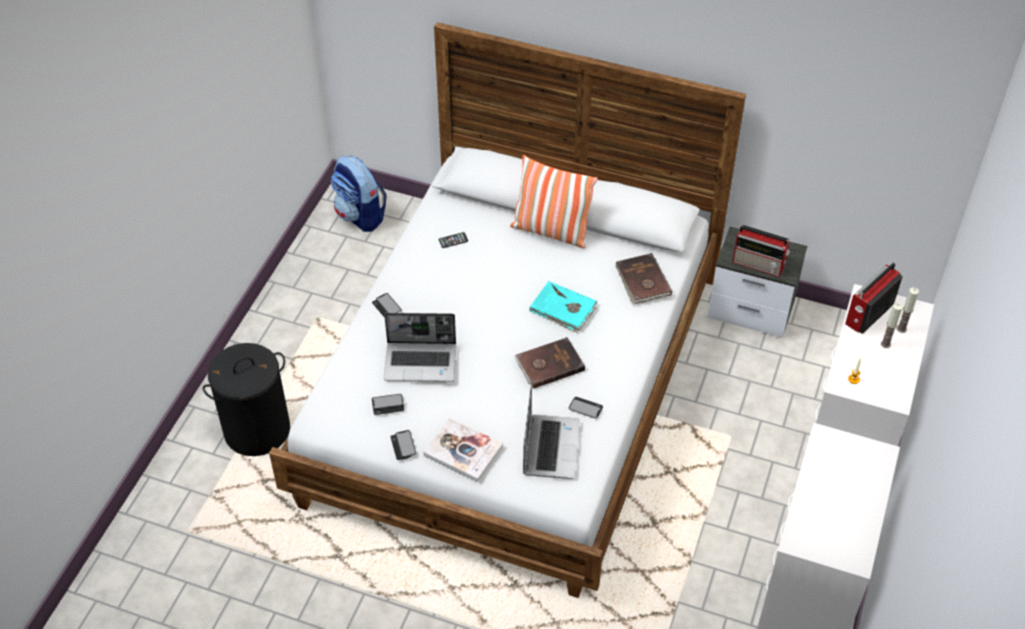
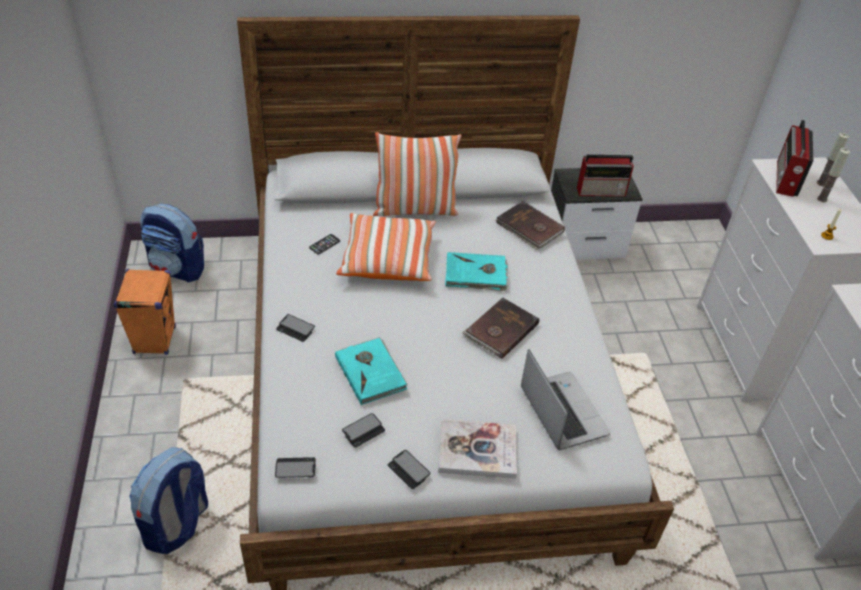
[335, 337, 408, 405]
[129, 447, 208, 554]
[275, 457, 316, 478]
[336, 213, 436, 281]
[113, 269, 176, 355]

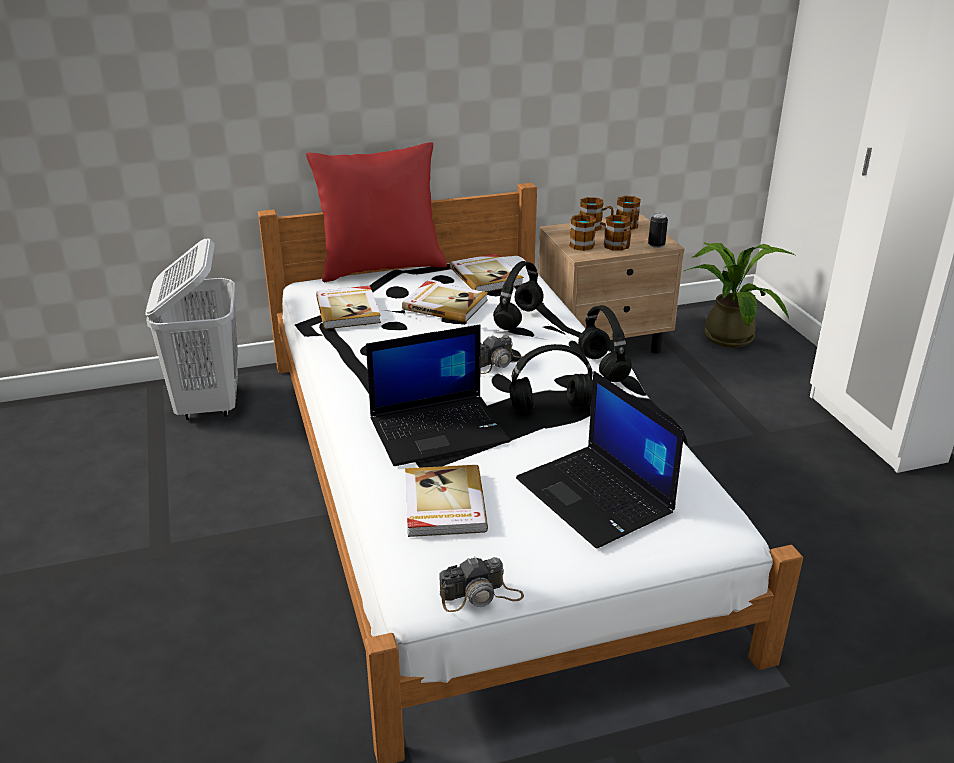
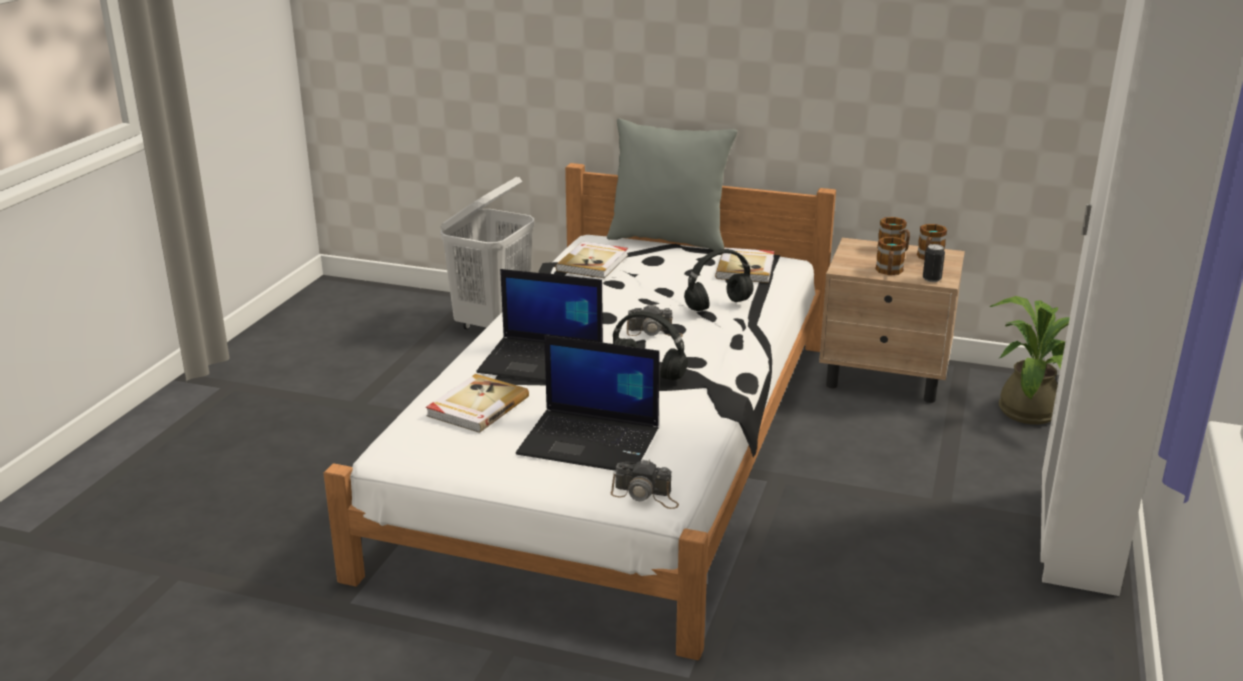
[607, 118, 738, 251]
[569, 213, 596, 251] (first image)
[402, 281, 488, 322] (first image)
[578, 305, 632, 382] (first image)
[516, 335, 659, 471]
[611, 460, 679, 509]

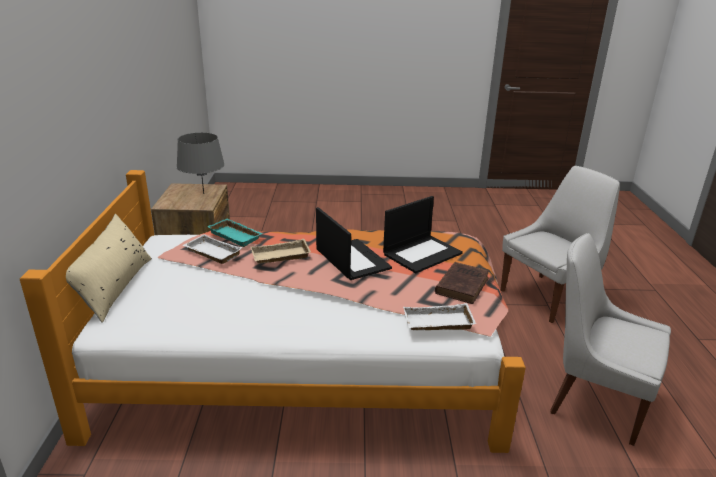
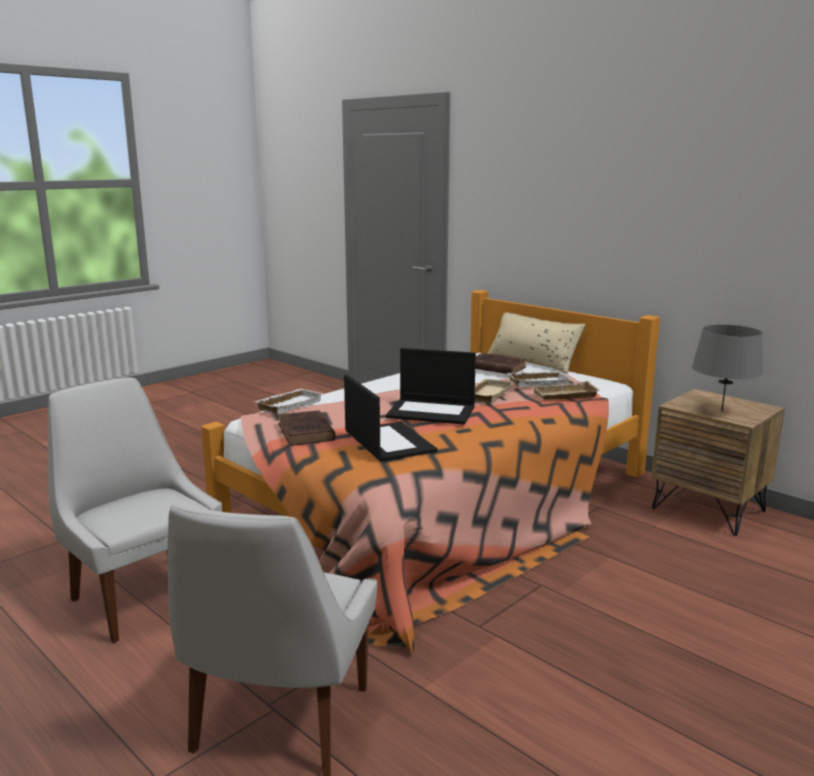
[344, 374, 437, 462]
[532, 381, 600, 400]
[48, 377, 222, 643]
[475, 353, 527, 374]

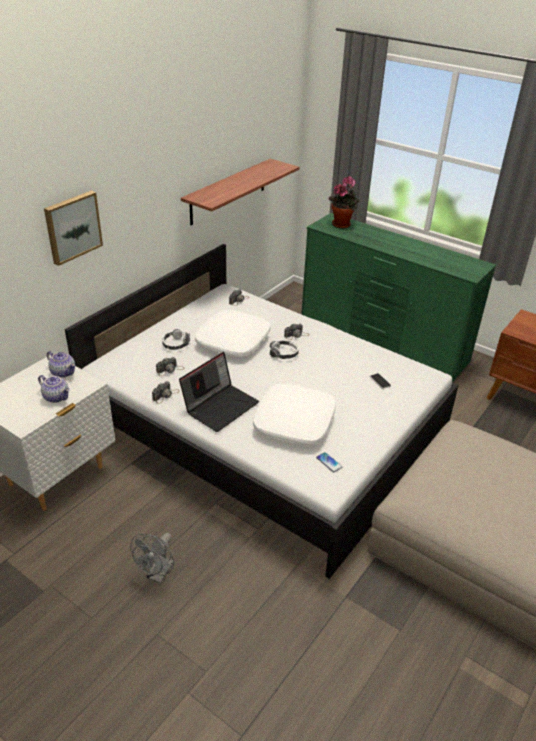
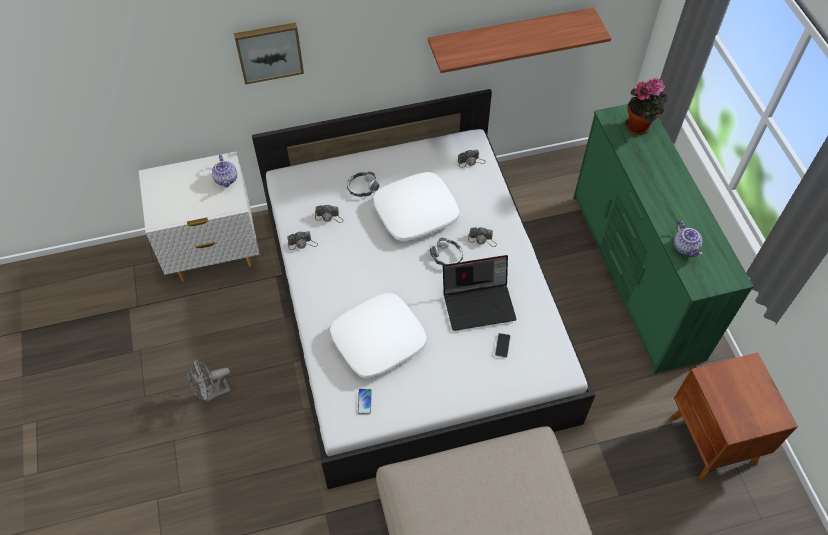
[443, 255, 516, 331]
[674, 221, 703, 257]

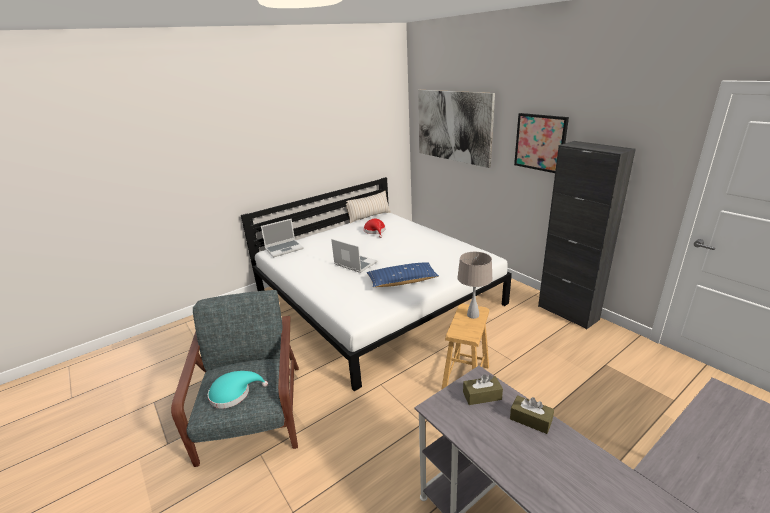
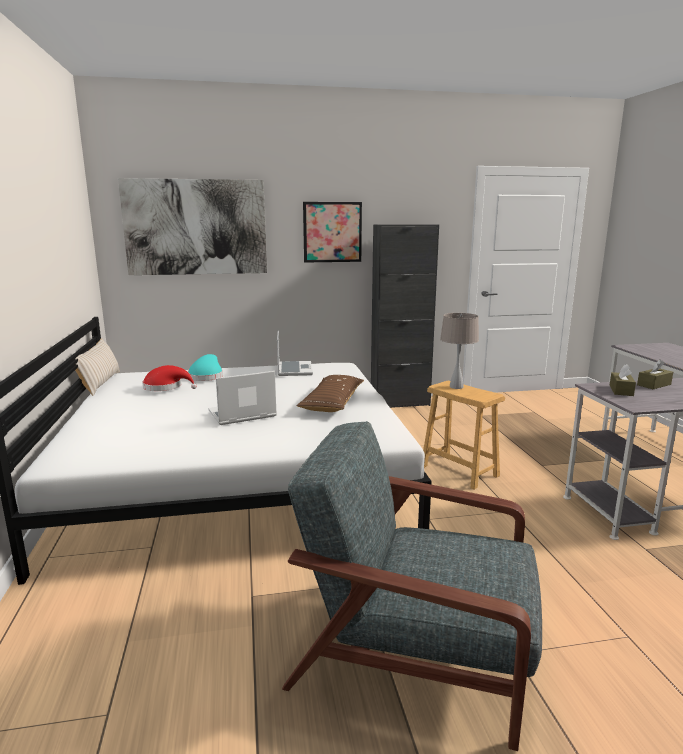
[277, 331, 313, 376]
[297, 375, 364, 412]
[188, 354, 223, 381]

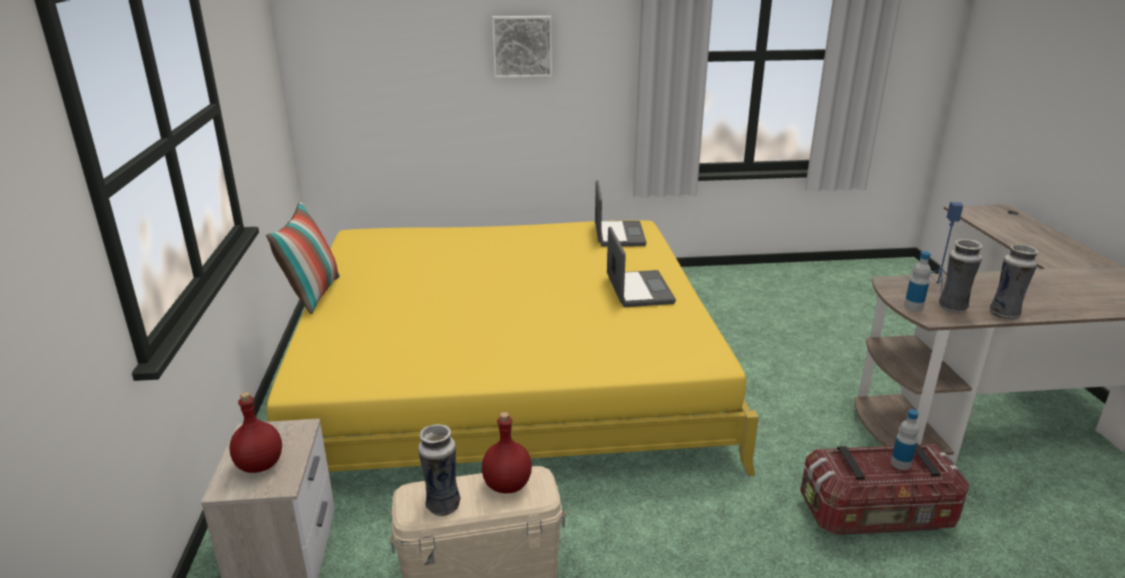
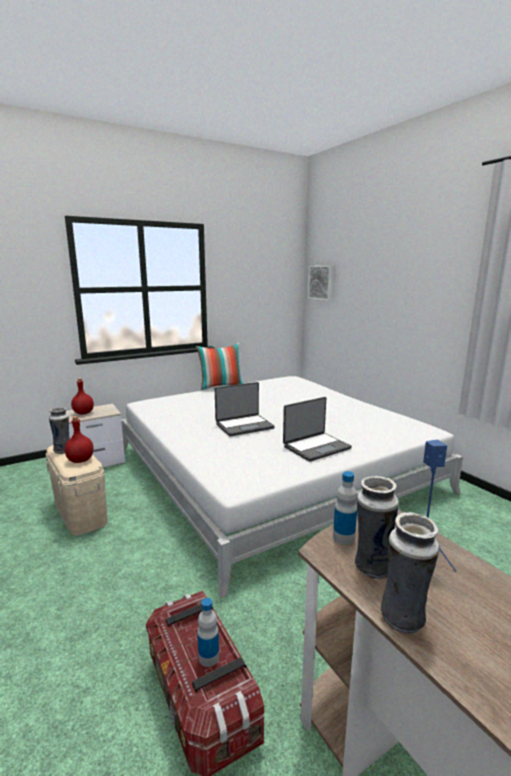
[308, 266, 333, 301]
[215, 382, 275, 437]
[121, 376, 463, 598]

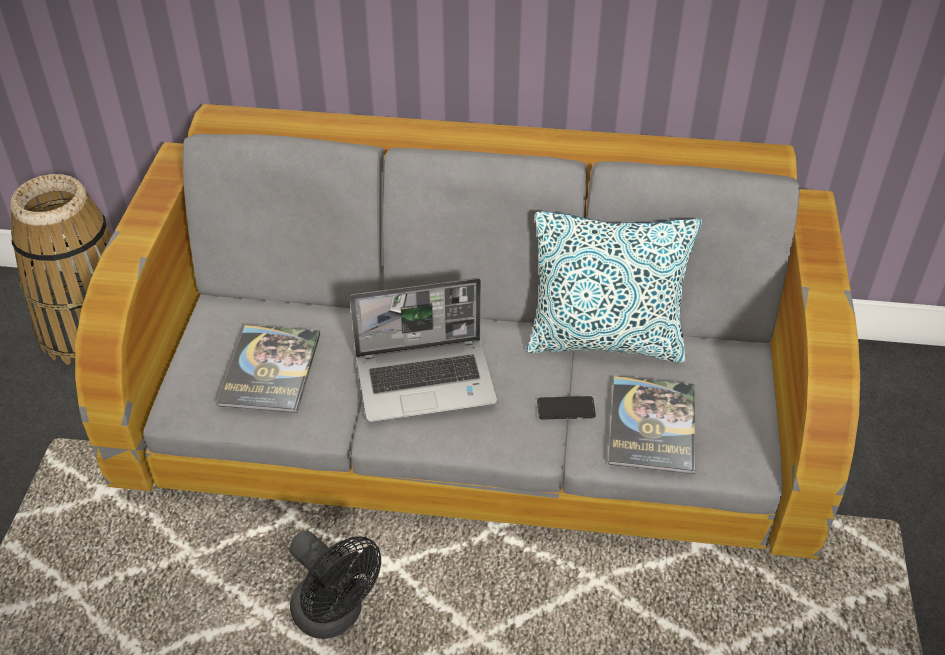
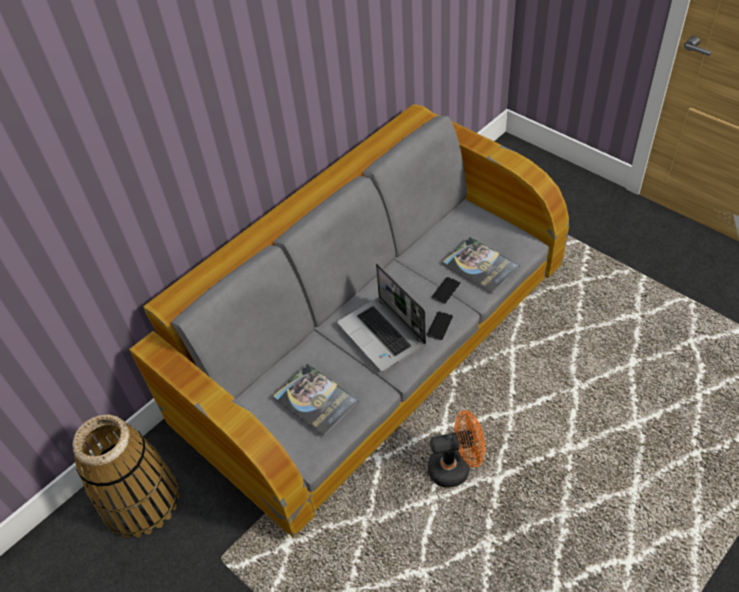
[527, 211, 702, 363] (first image)
[337, 264, 426, 372]
[428, 410, 485, 488]
[427, 311, 453, 340]

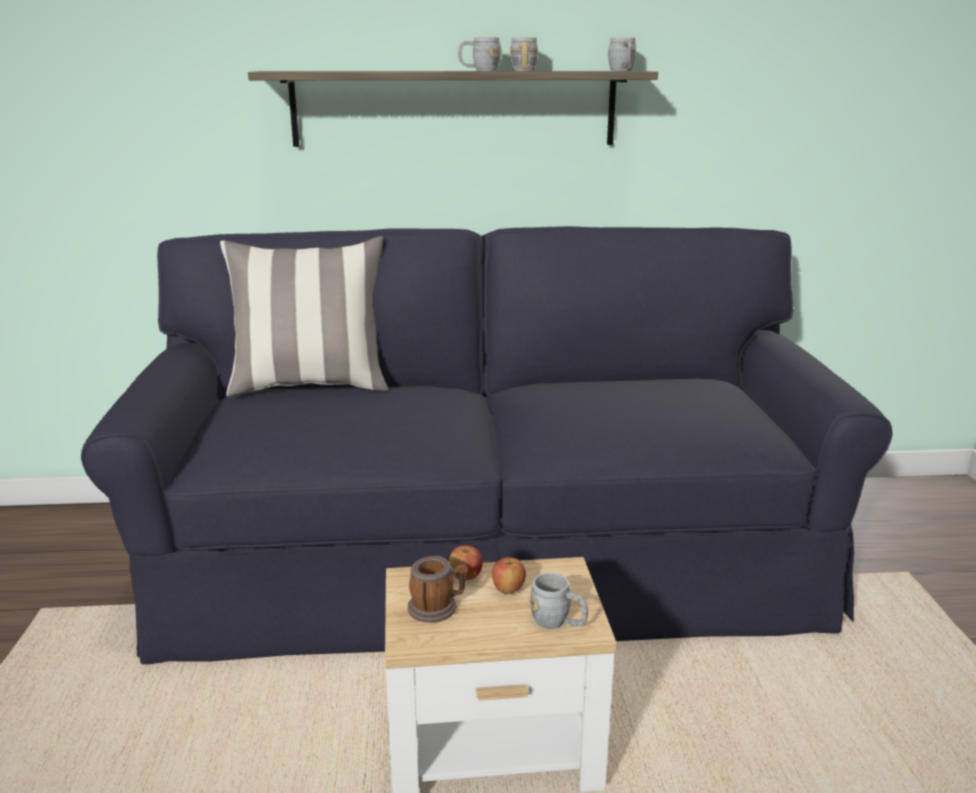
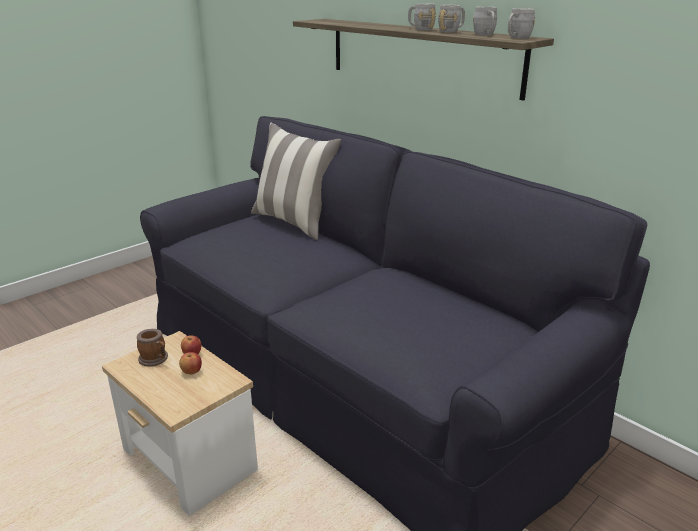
[473, 6, 497, 36]

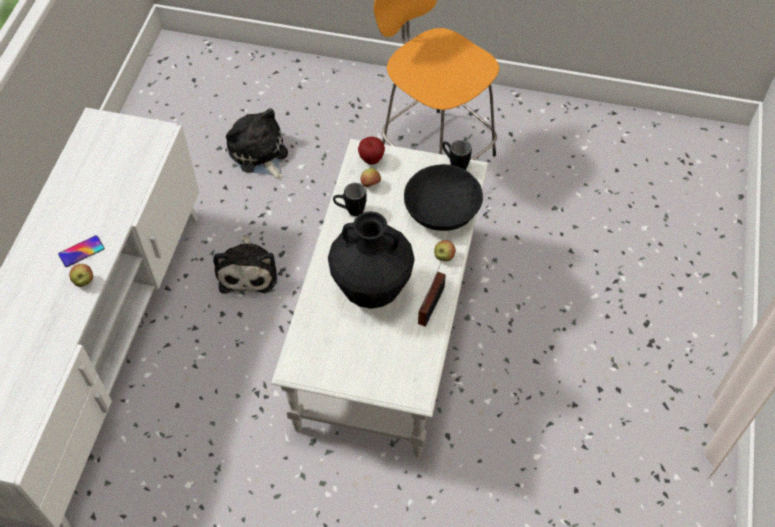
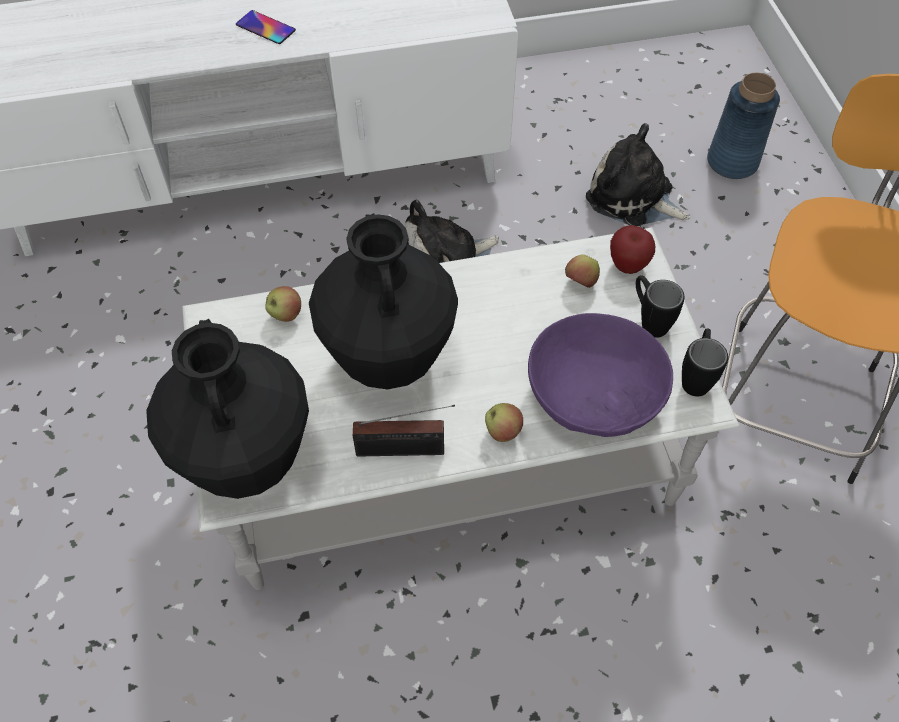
[586, 123, 691, 226]
[528, 313, 673, 437]
[636, 275, 684, 338]
[265, 286, 301, 322]
[707, 73, 780, 179]
[146, 319, 309, 499]

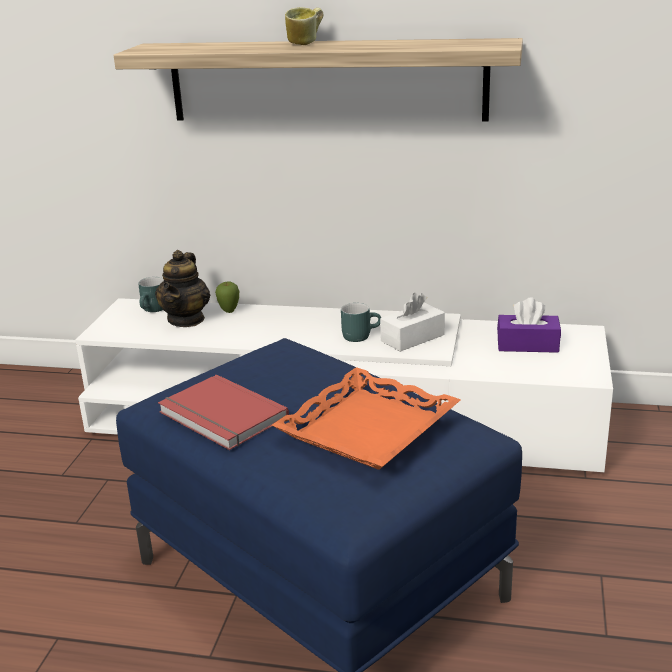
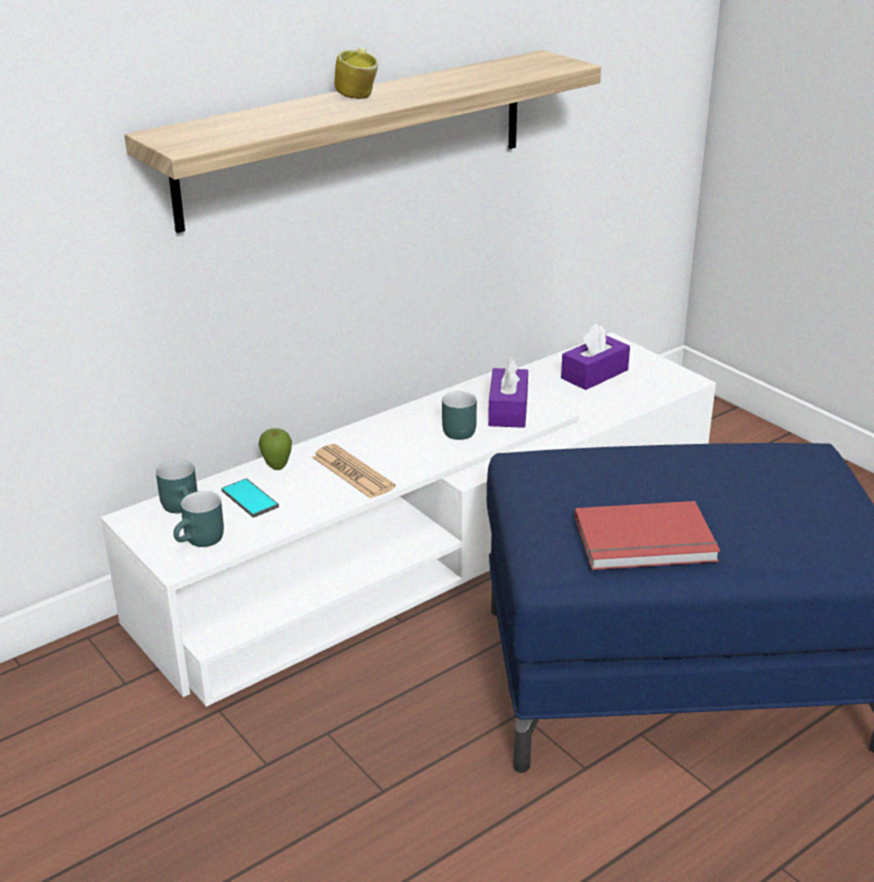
[221, 479, 279, 518]
[488, 357, 528, 428]
[272, 367, 460, 470] (first image)
[312, 444, 396, 499]
[173, 491, 224, 547]

